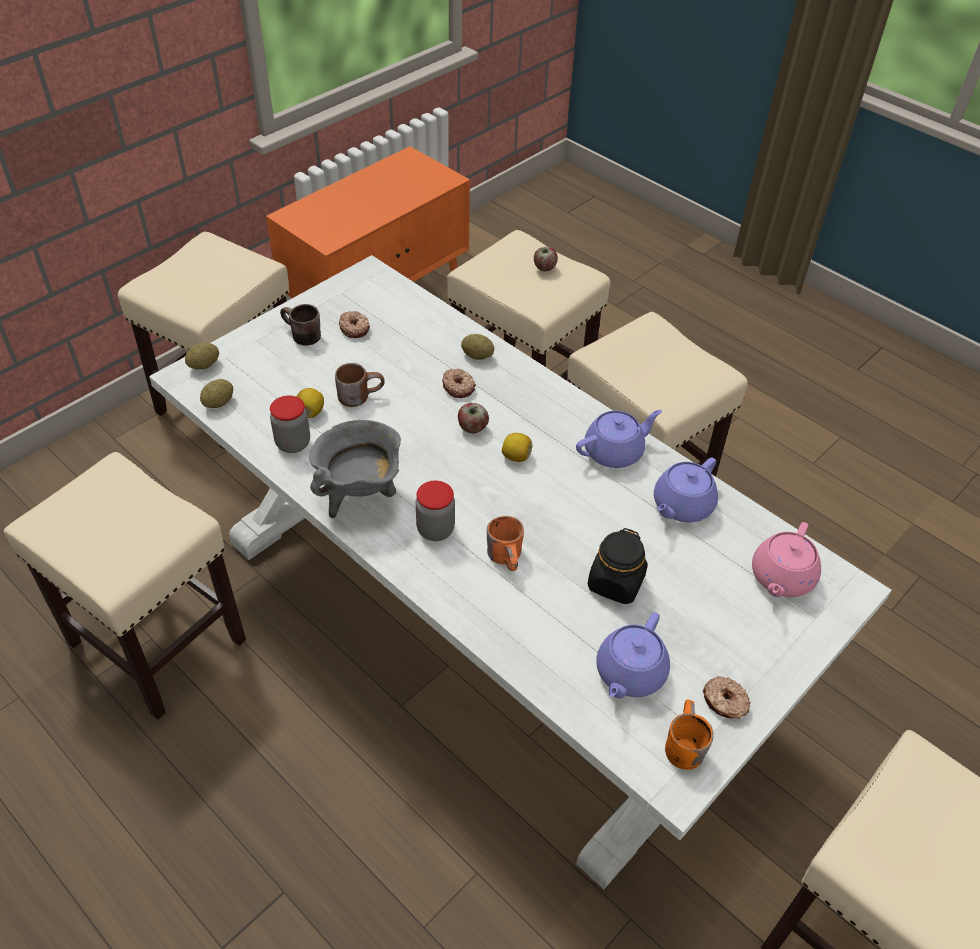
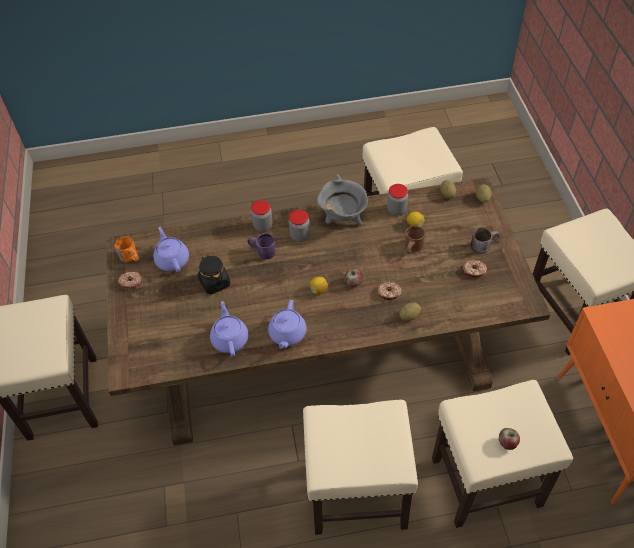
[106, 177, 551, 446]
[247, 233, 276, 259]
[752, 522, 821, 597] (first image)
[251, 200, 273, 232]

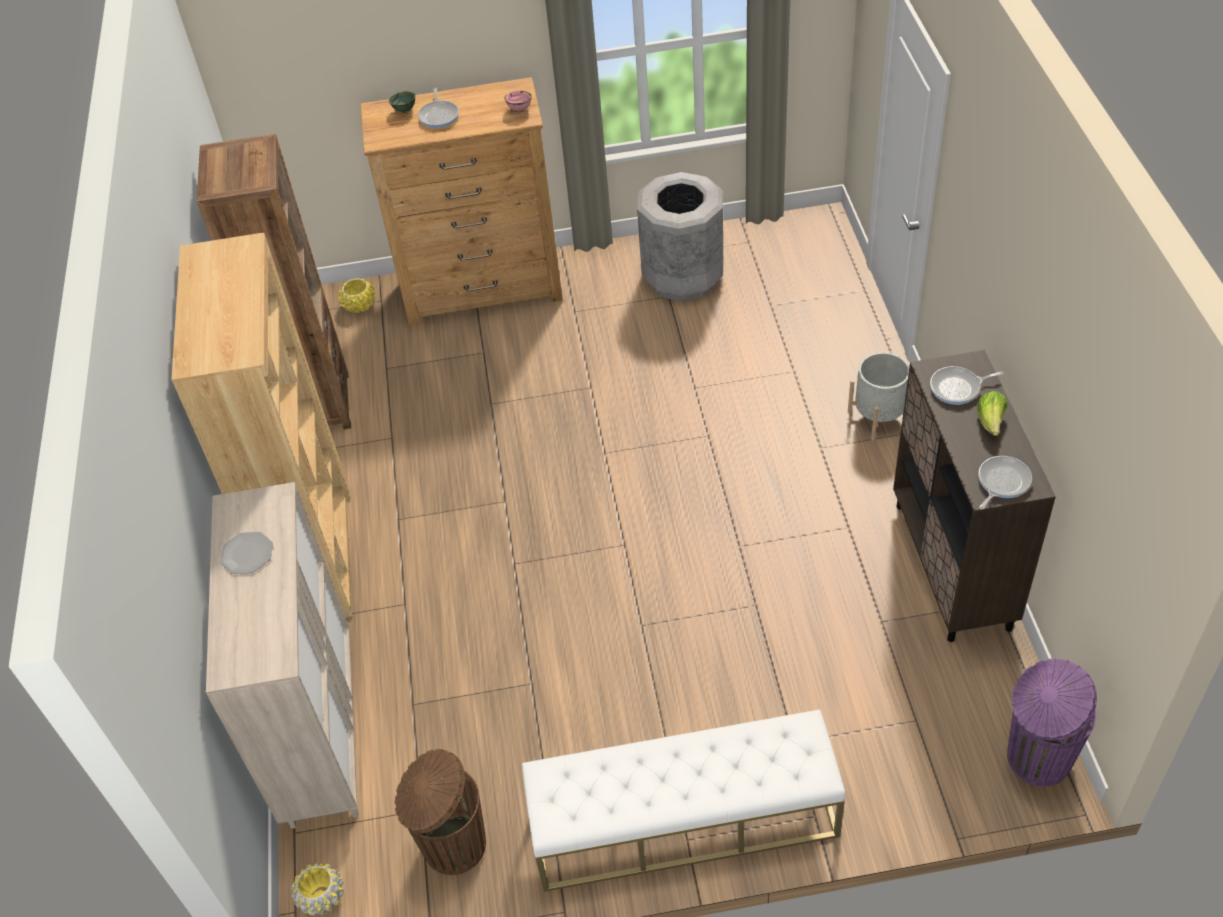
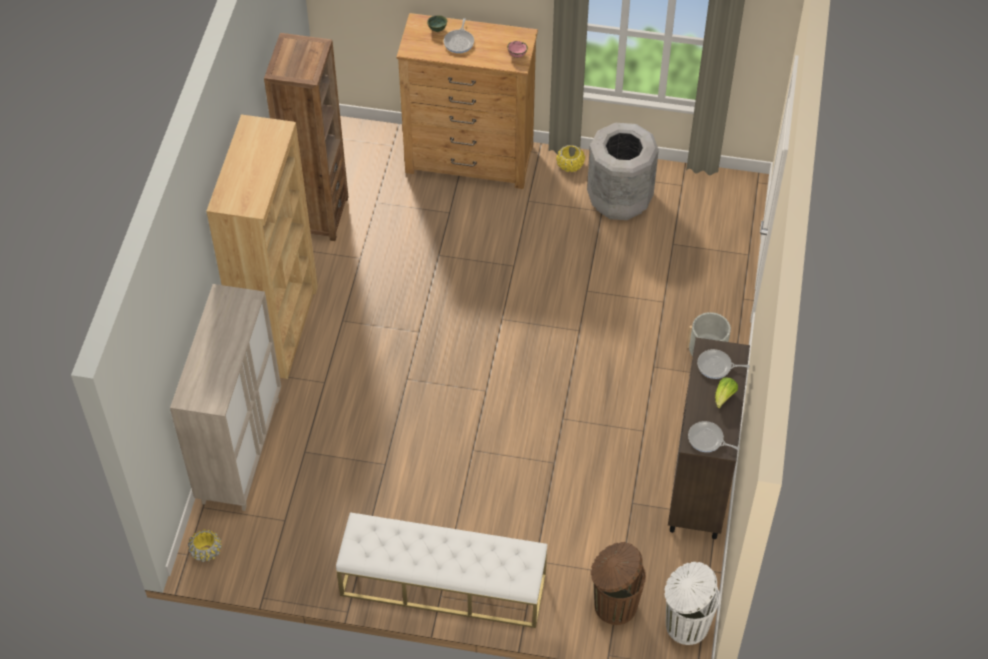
[556, 145, 585, 172]
[688, 421, 740, 452]
[220, 532, 273, 574] (first image)
[664, 562, 720, 645]
[591, 542, 646, 625]

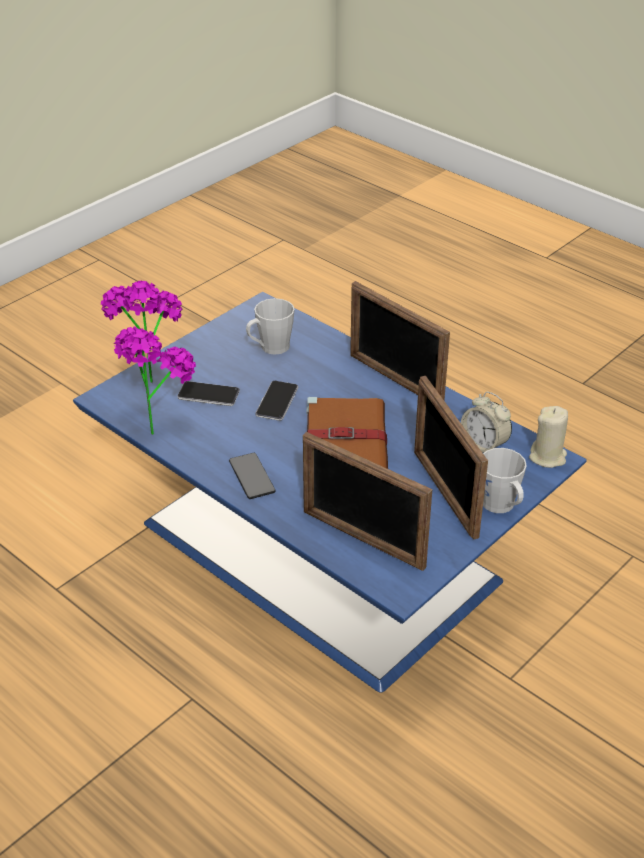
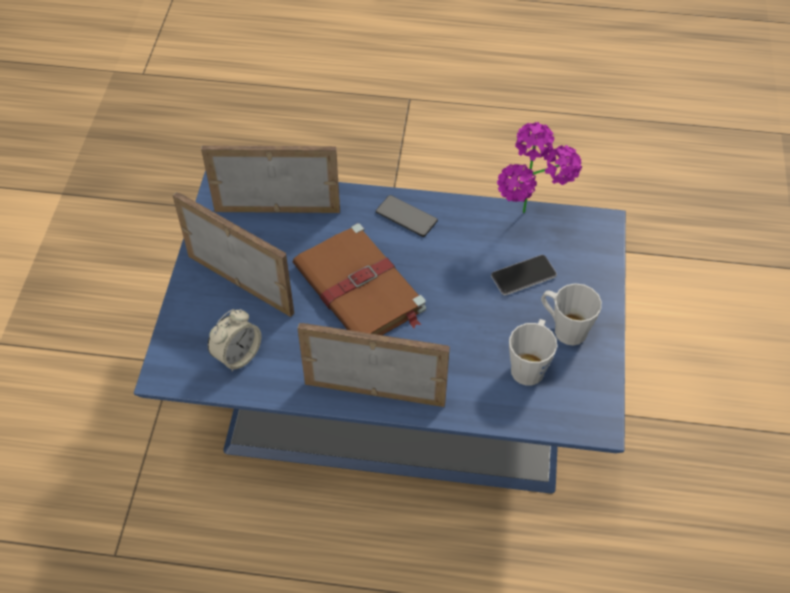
[101, 281, 182, 383] (first image)
[255, 381, 298, 421] (first image)
[208, 309, 261, 371]
[529, 406, 568, 468] (first image)
[541, 283, 602, 346]

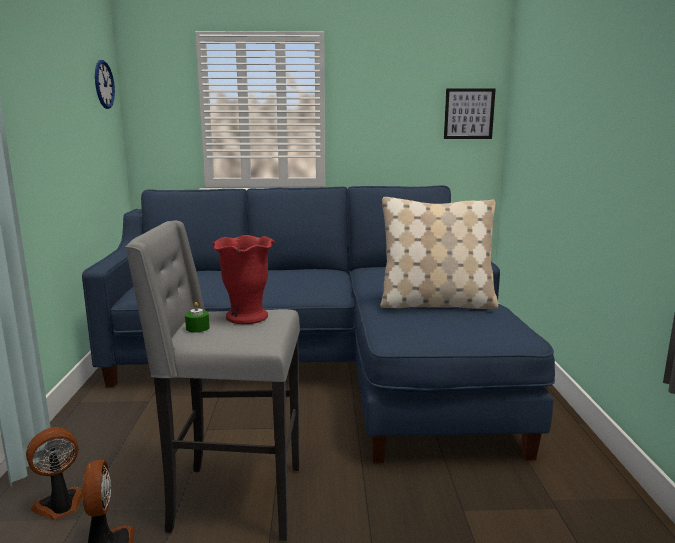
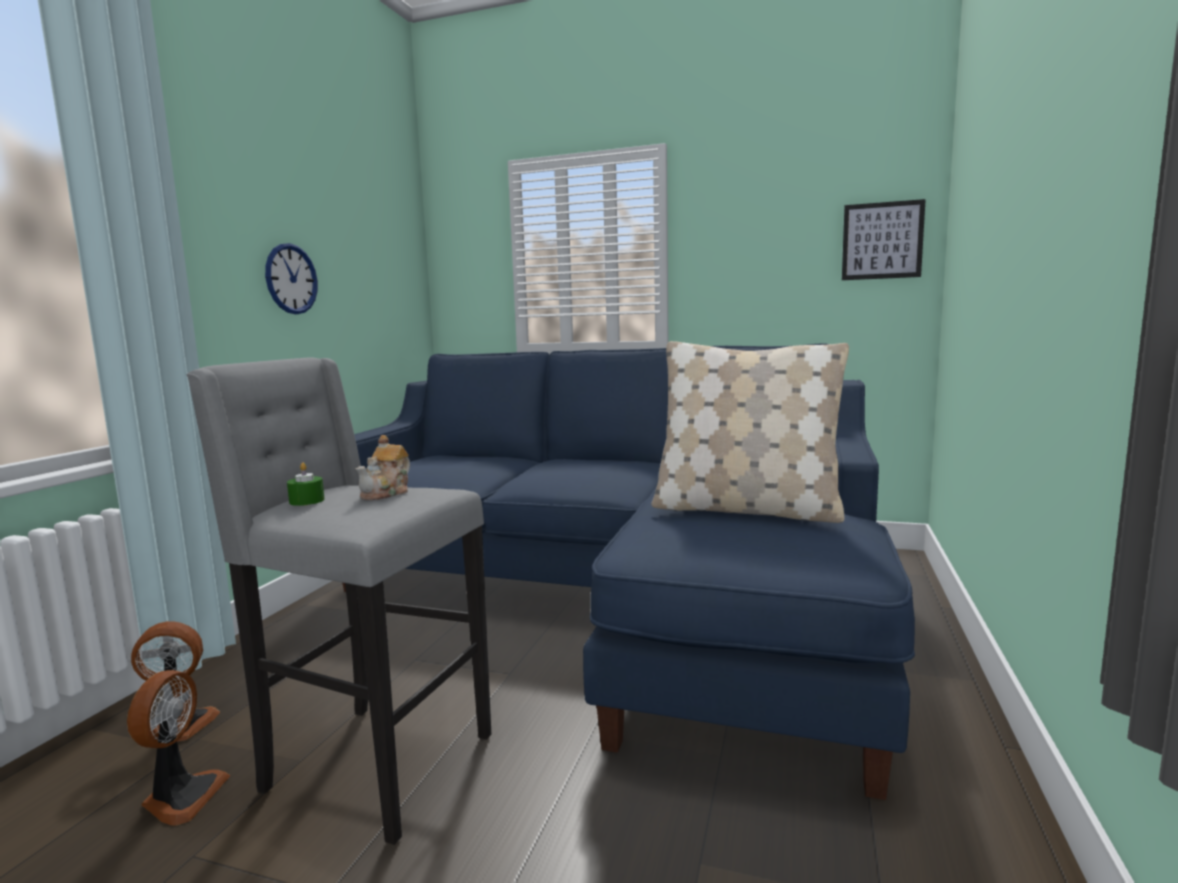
[265, 243, 318, 314]
[355, 435, 410, 500]

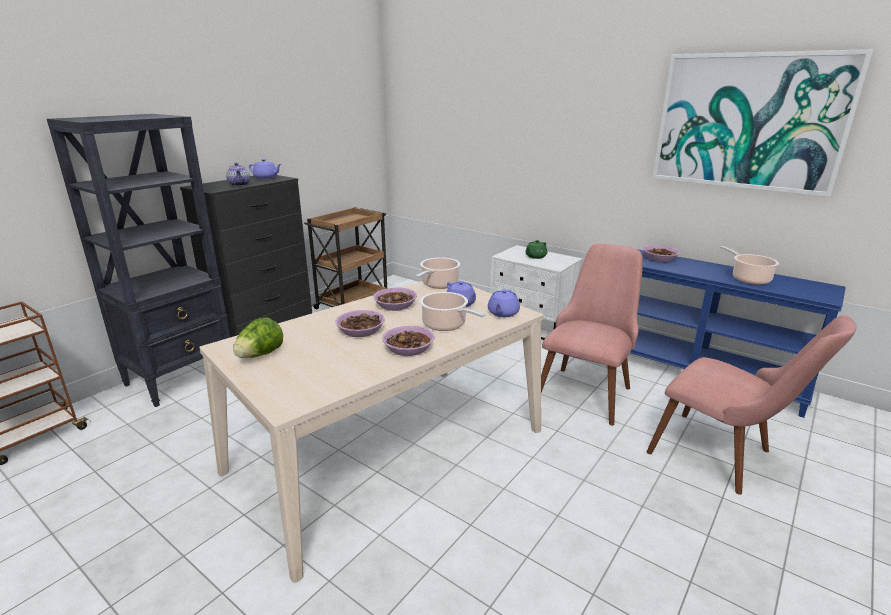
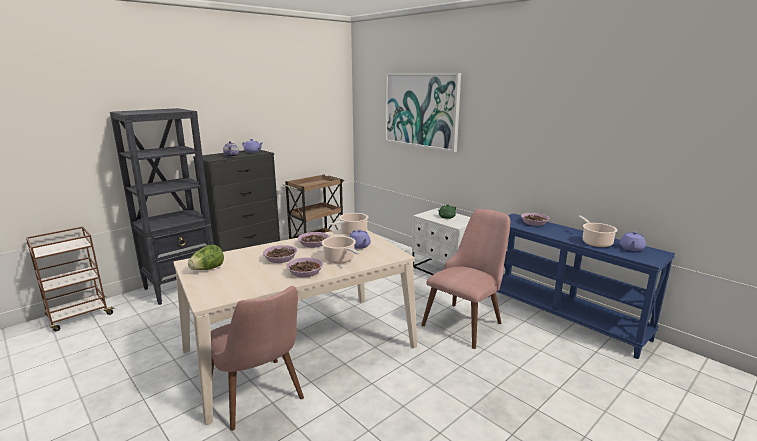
[385, 73, 461, 152]
[620, 231, 646, 251]
[211, 286, 304, 431]

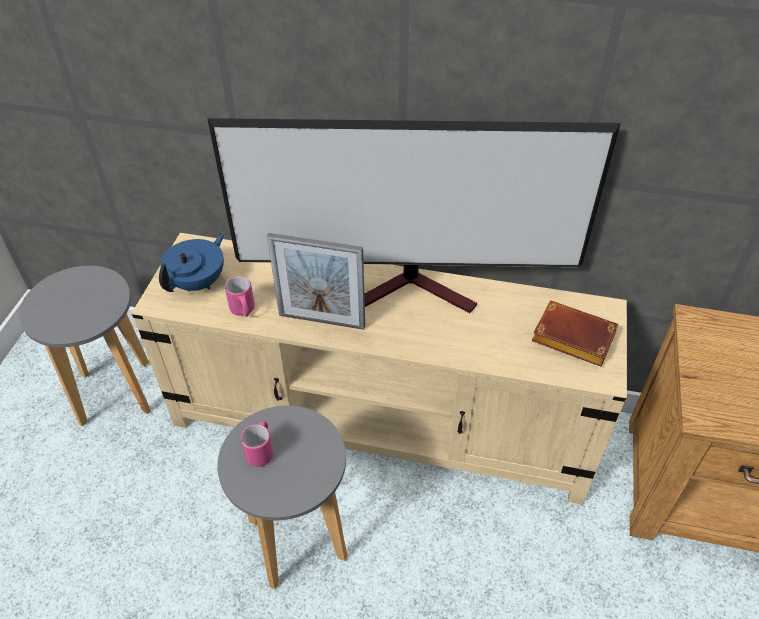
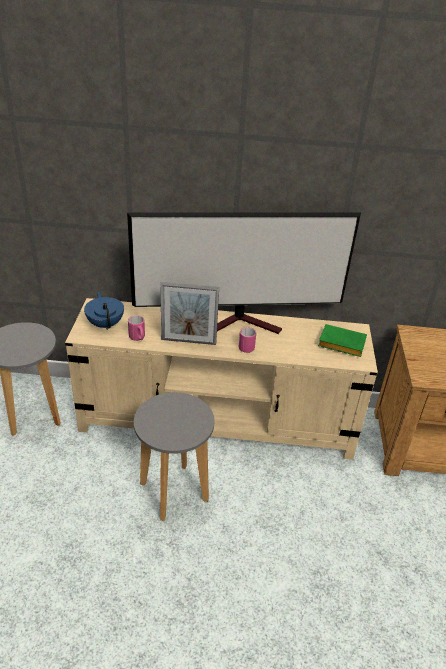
[84, 292, 124, 330]
[318, 324, 367, 357]
[239, 327, 256, 353]

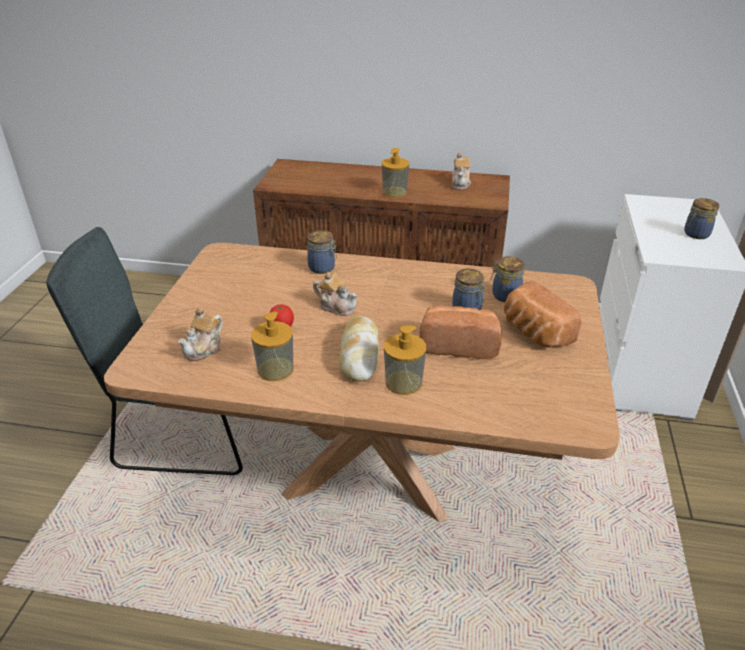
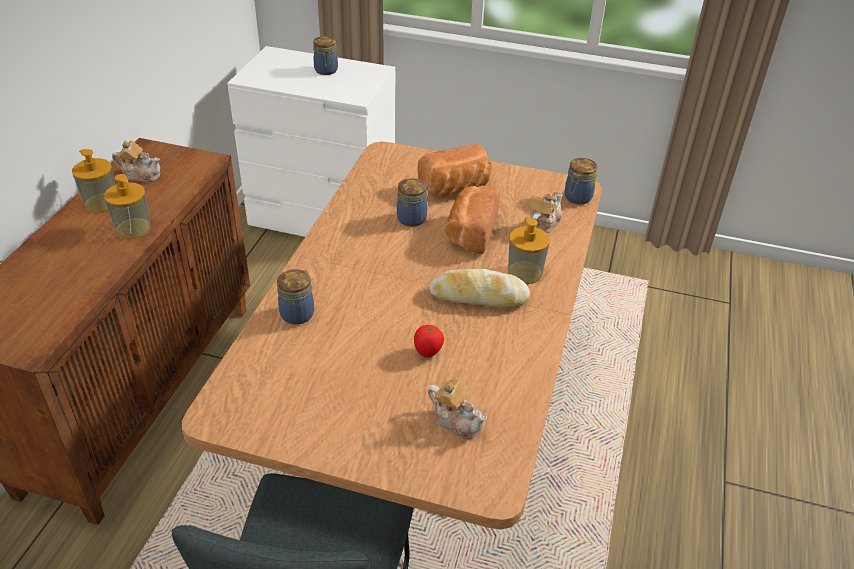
[564, 158, 597, 204]
[530, 193, 563, 233]
[72, 149, 115, 213]

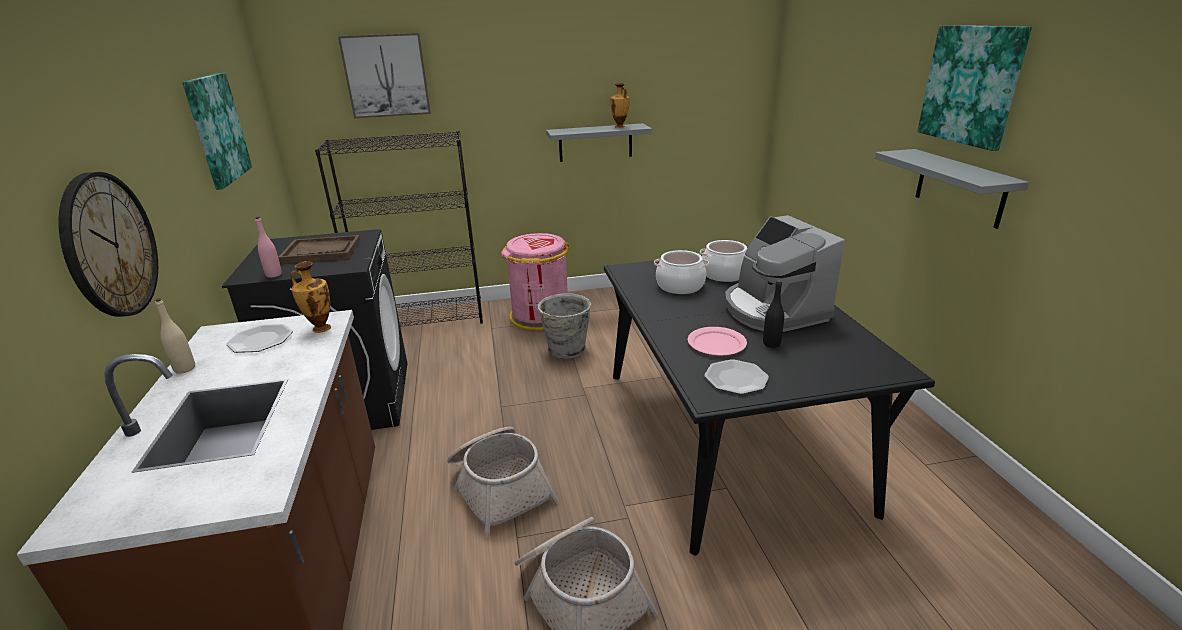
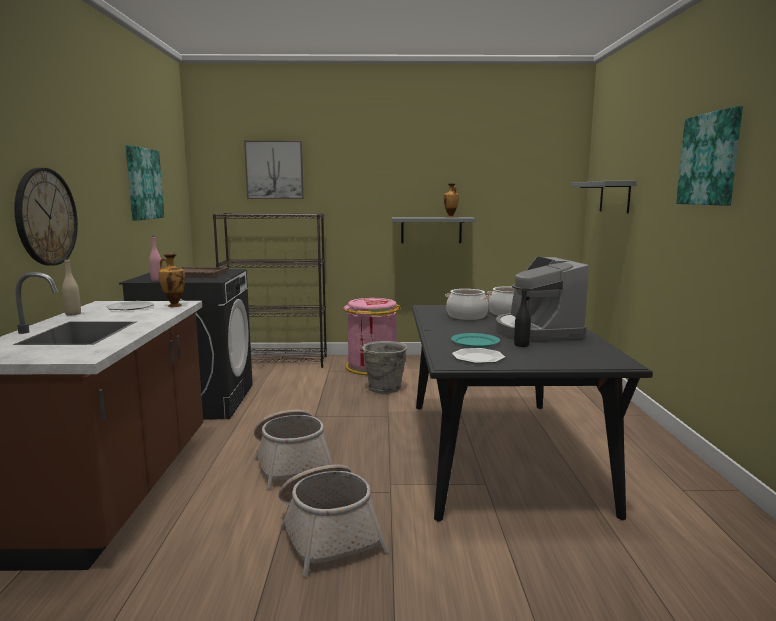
[571, 181, 637, 214]
[451, 333, 500, 348]

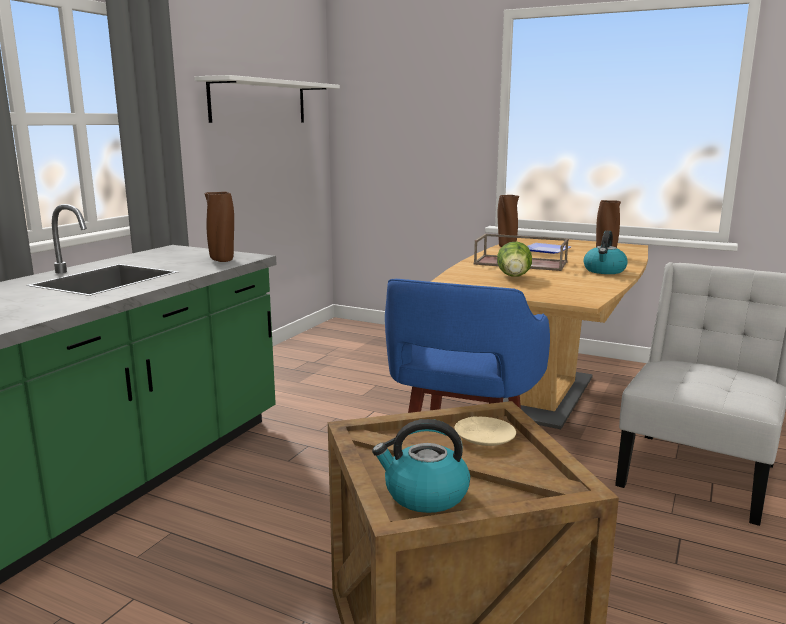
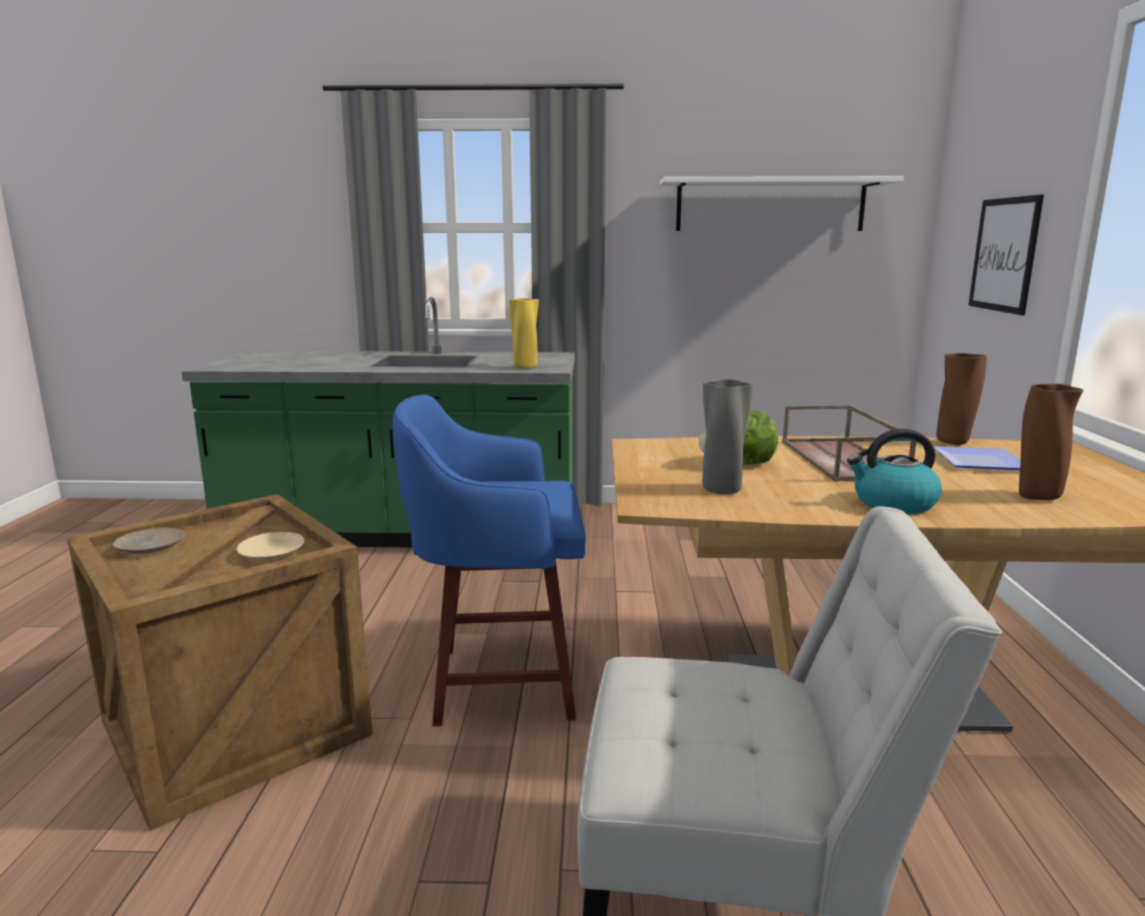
[509, 298, 539, 369]
[112, 528, 185, 554]
[968, 195, 1044, 315]
[702, 379, 753, 494]

